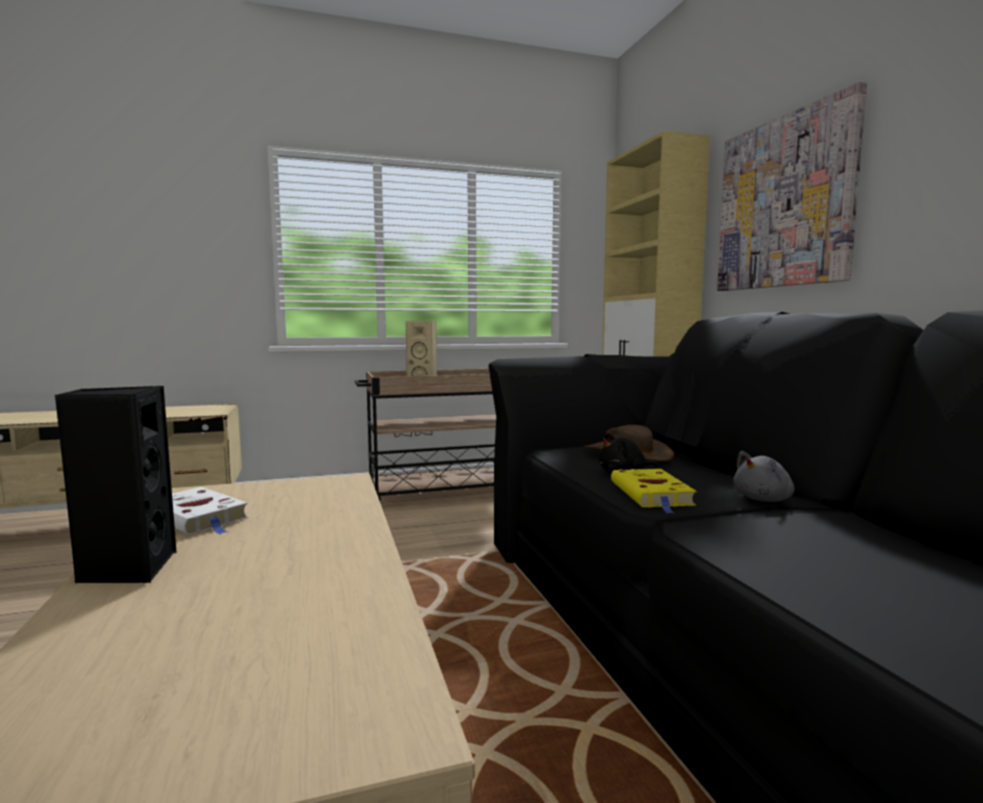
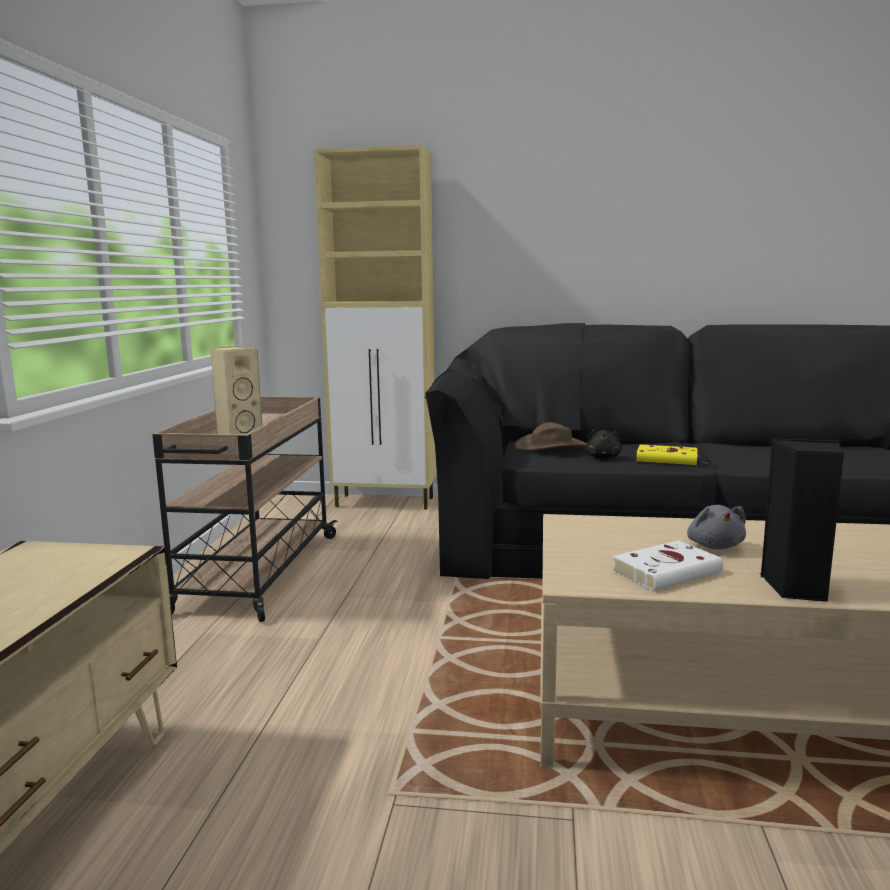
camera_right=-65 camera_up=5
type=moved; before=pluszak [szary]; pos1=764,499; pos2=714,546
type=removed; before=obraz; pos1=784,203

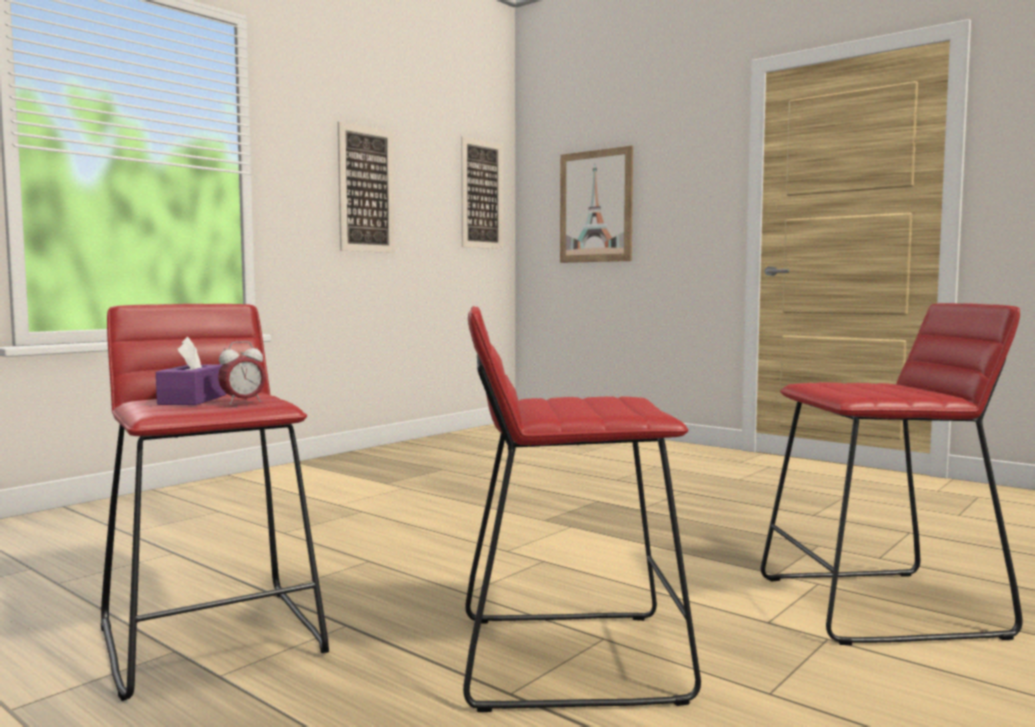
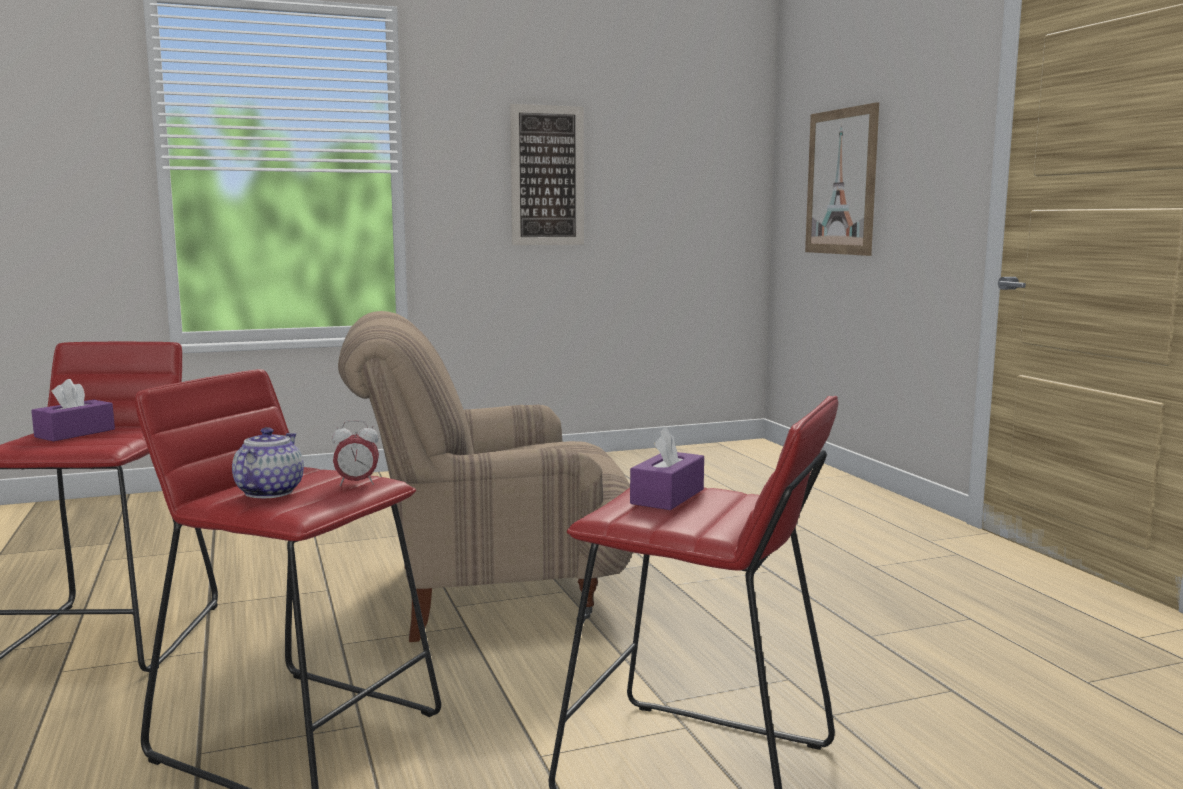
camera_right=30 camera_up=5
type=added; after=imbryk; pos2=269,492
type=moved; before=budzik; pos1=242,402; pos2=357,483
type=added; after=fotel [beżowy]; pos2=490,594
type=added; after=pudełko chusteczek [fioletowy]; pos2=667,496
type=removed; before=obraz; pos1=481,194

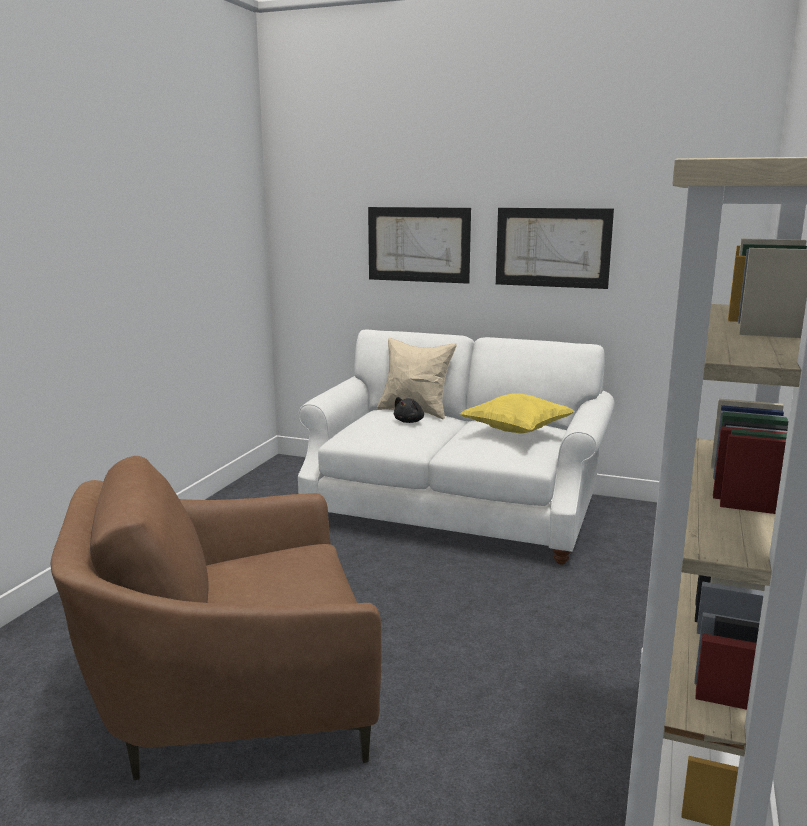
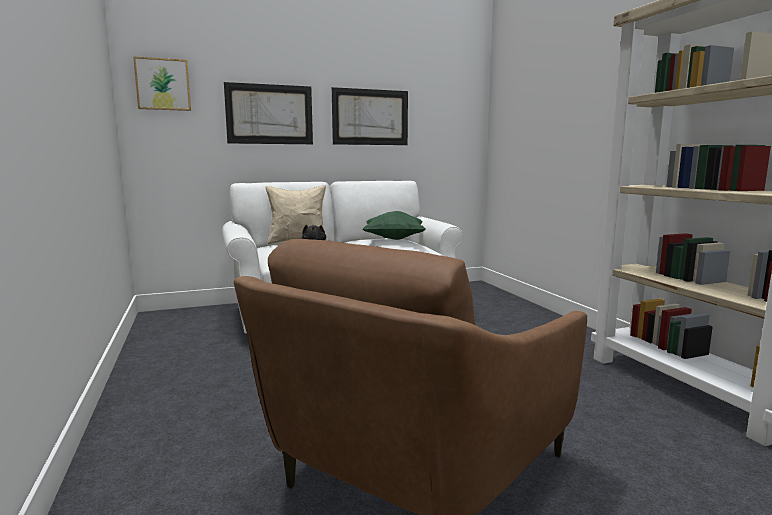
camera_right=-40 camera_up=-5
type=added; after=obraz; pos2=163,84
type=recoloured; before=poduszka [żółty]; after=poduszka [zielony]; pos1=516,431; pos2=394,239

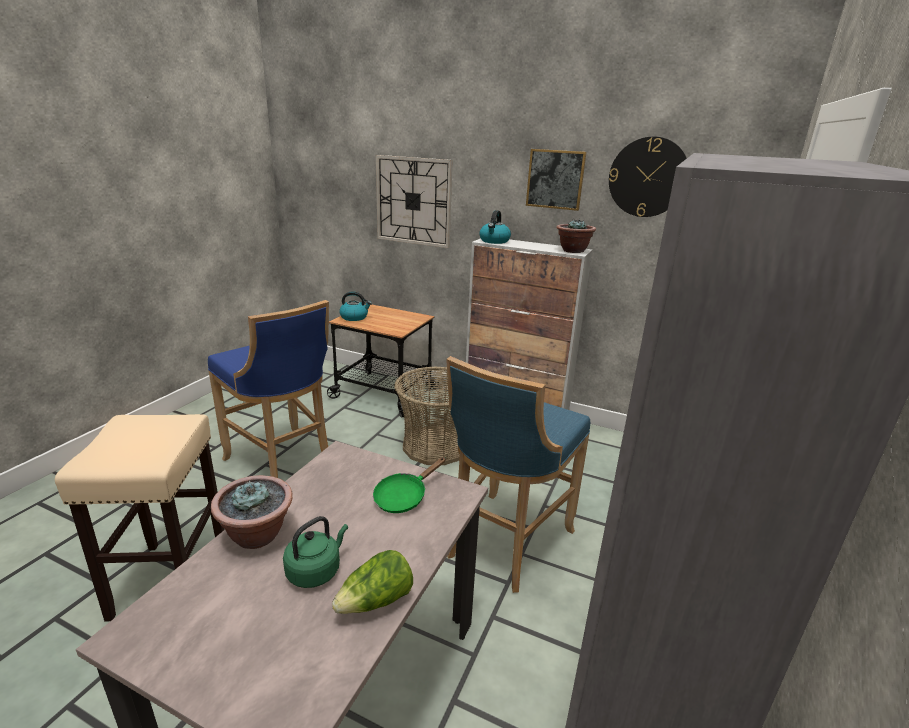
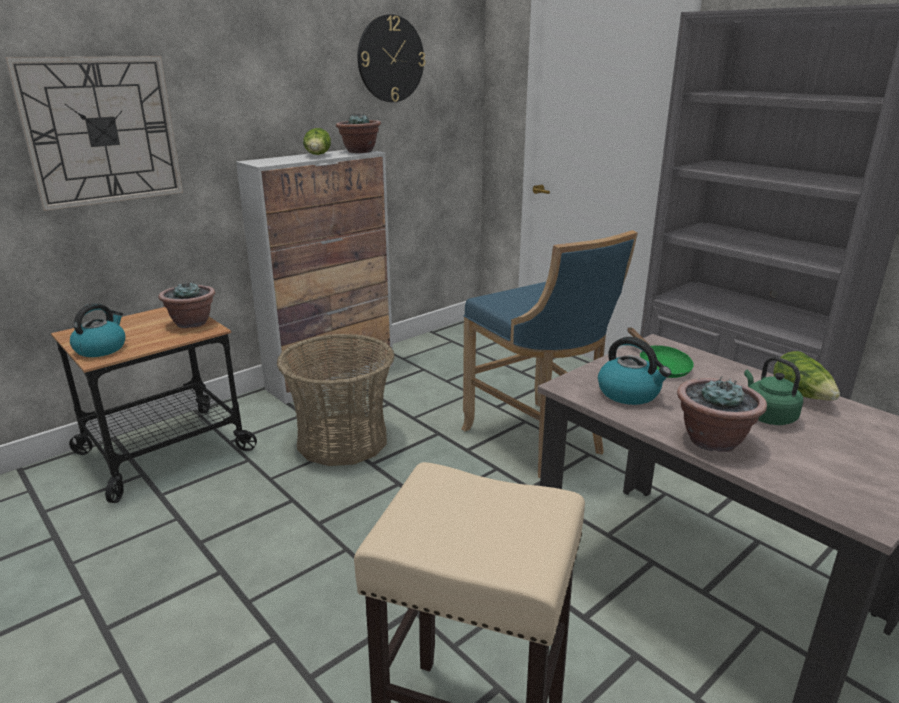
camera_right=-65 camera_up=0
type=added; after=roślina doniczkowa; pos2=192,323
type=added; after=sałata; pos2=318,155
type=moved; before=czajnik; pos1=494,241; pos2=629,393
type=removed; before=stołek [niebieski]; pos1=284,464
type=removed; before=obraz; pos1=555,179

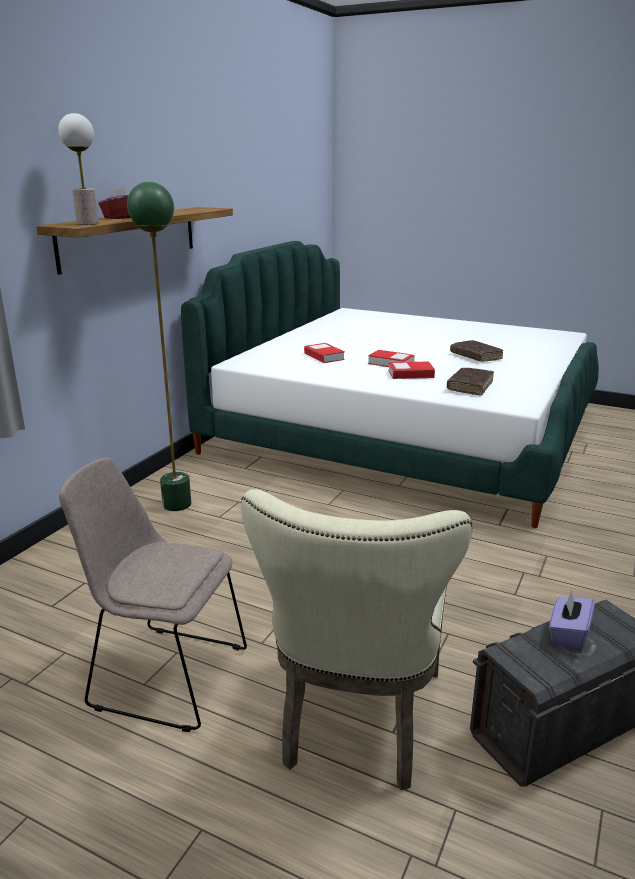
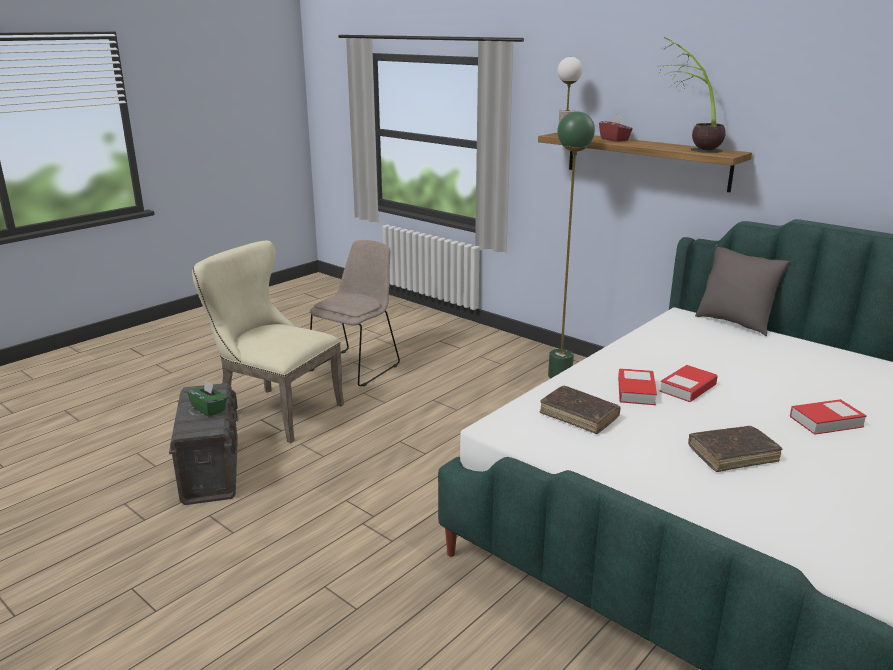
camera_right=105 camera_up=0
type=recoloured; before=pudełko chusteczek [fioletowy]; after=pudełko chusteczek [zielony]; pos1=568,634; pos2=209,409
type=added; after=roślina doniczkowa; pos2=689,148
type=added; after=poduszka [szary]; pos2=734,323
type=moved; before=książka; pos1=324,356; pos2=826,421

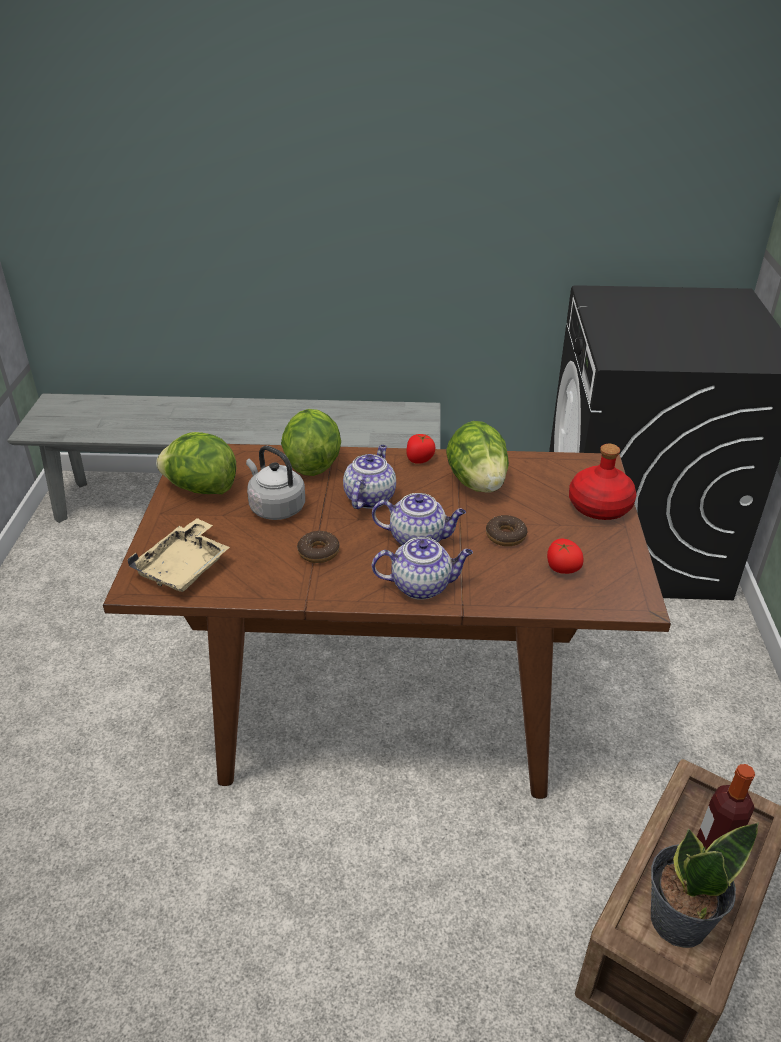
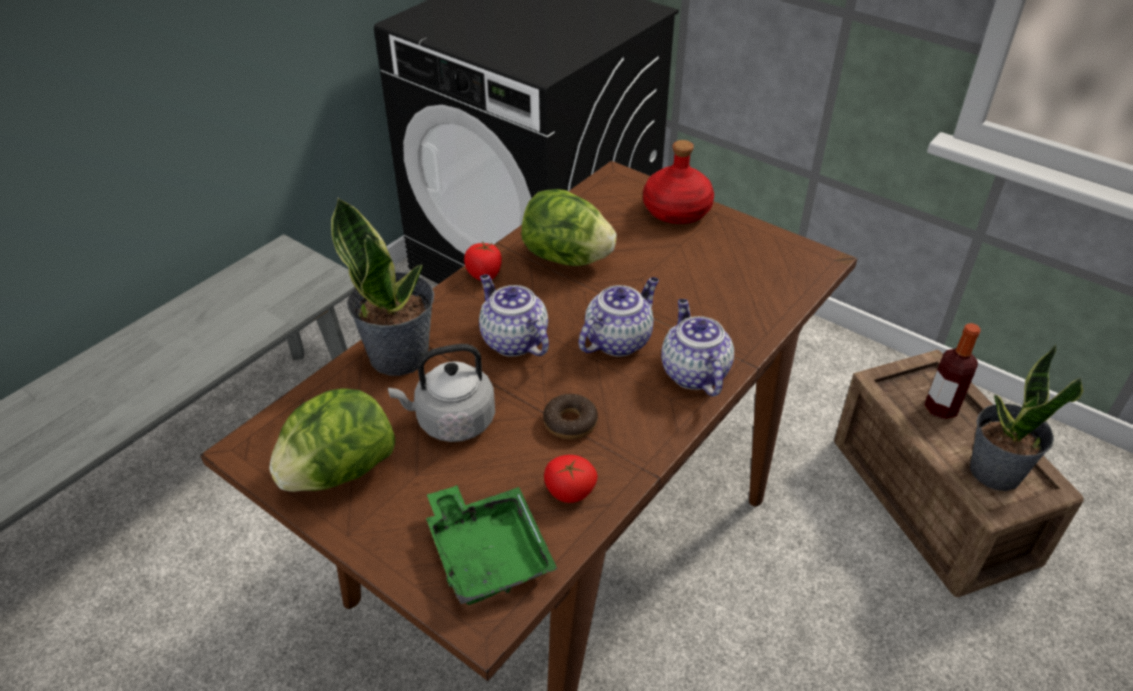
camera_right=-55 camera_up=5
type=replaced; before=sałata; after=roślina doniczkowa; pos1=312,464; pos2=400,354
type=recoloured; before=taca [beżowy]; after=taca [zielony]; pos1=184,567; pos2=488,553
type=moved; before=pomidor; pos1=562,568; pos2=569,492
type=turned; before=imbryk; pos1=422,586; pos2=693,372; turn=-45
type=removed; before=donut; pos1=505,536

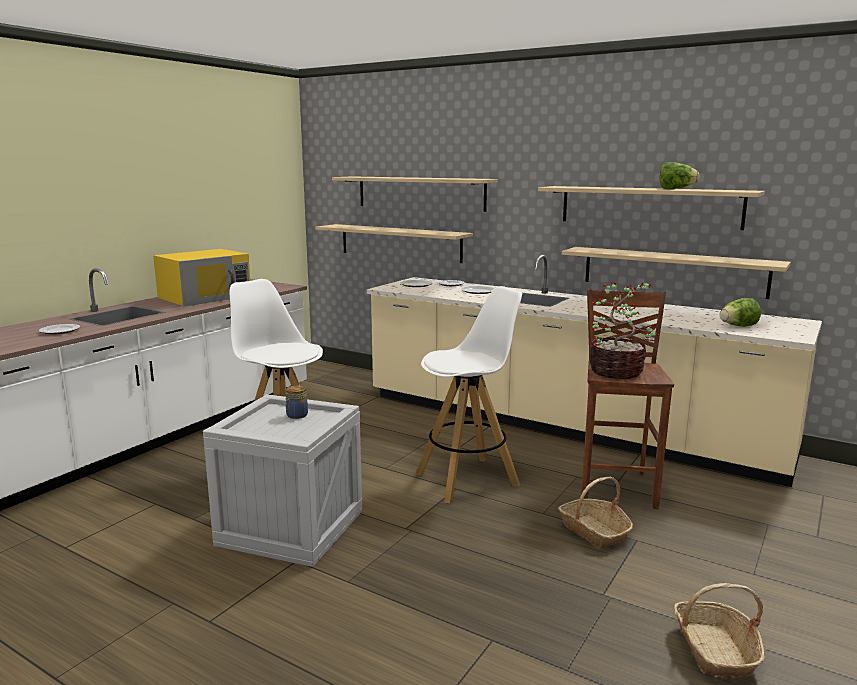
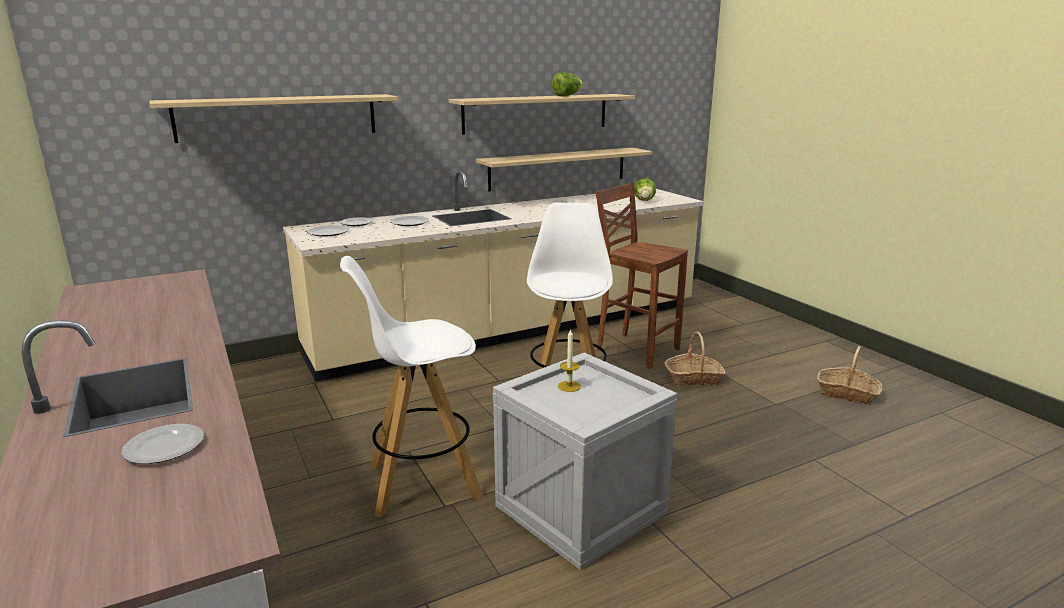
camera_right=-60 camera_up=5
type=replaced; before=słoik; after=świeca; pos1=296,416; pos2=569,386
type=removed; before=mikrofalówka [żółty]; pos1=205,296
type=removed; before=półka; pos1=400,243
type=removed; before=roślina doniczkowa; pos1=618,372

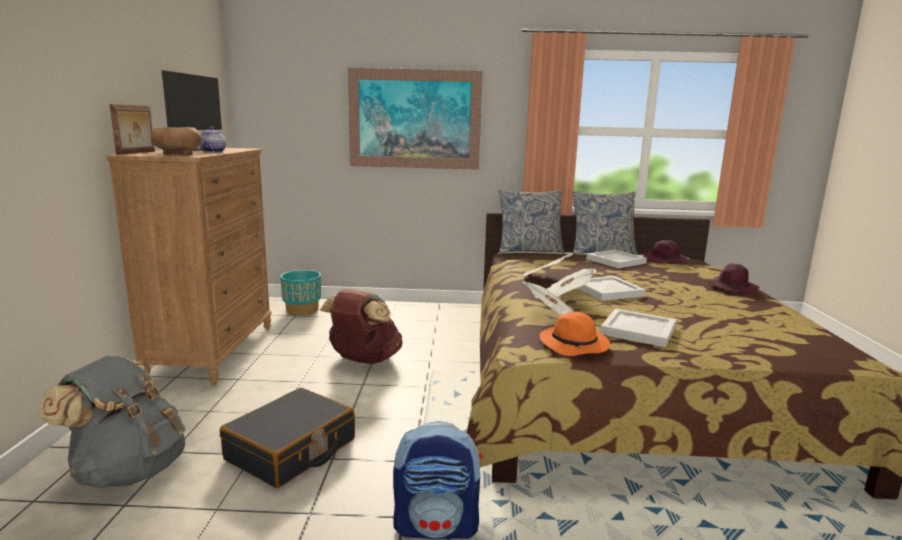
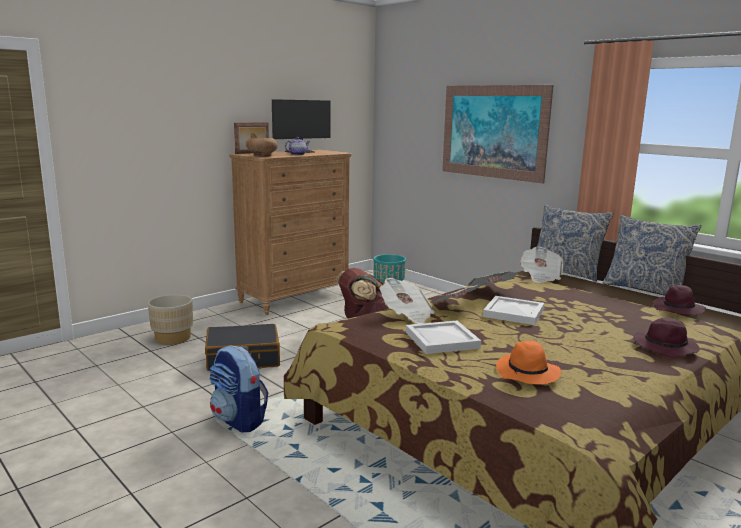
camera_right=45 camera_up=0
type=replaced; before=plecak [szary]; after=donica [beżowy]; pos1=128,470; pos2=173,338
type=moved; before=kapelusz [pomarańczowy]; pos1=575,345; pos2=528,373
type=added; after=gazeta; pos2=540,277
type=removed; before=taca [biały]; pos1=617,261

